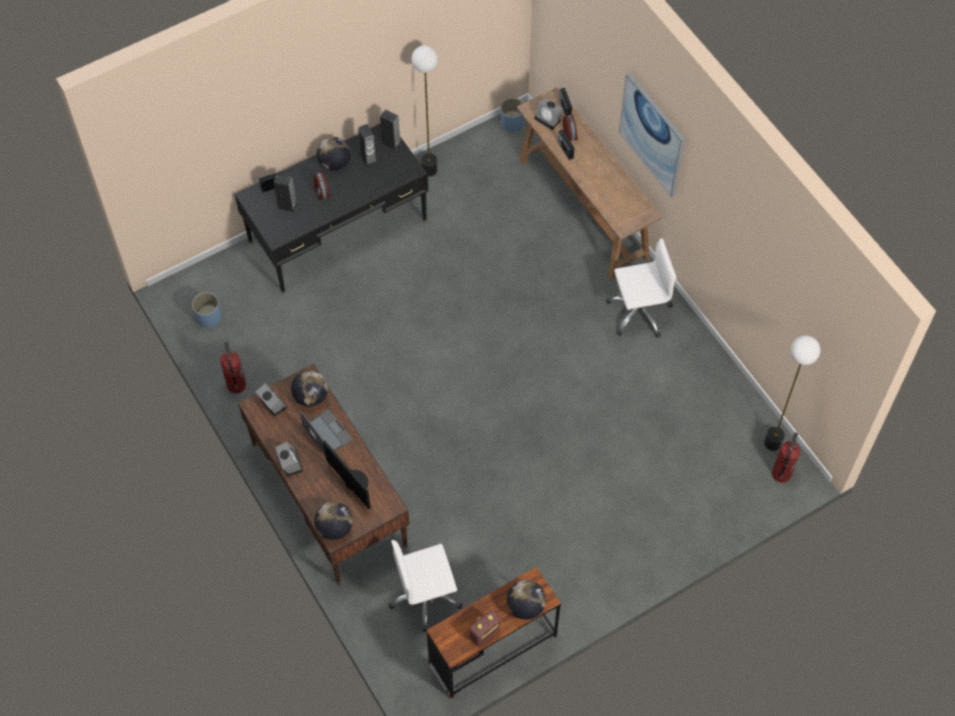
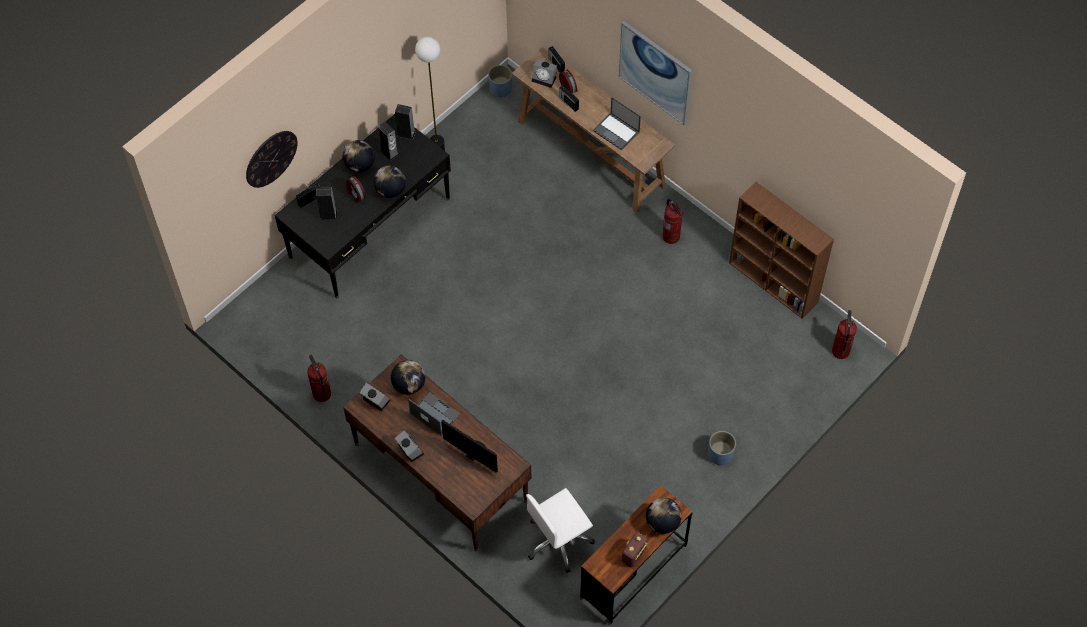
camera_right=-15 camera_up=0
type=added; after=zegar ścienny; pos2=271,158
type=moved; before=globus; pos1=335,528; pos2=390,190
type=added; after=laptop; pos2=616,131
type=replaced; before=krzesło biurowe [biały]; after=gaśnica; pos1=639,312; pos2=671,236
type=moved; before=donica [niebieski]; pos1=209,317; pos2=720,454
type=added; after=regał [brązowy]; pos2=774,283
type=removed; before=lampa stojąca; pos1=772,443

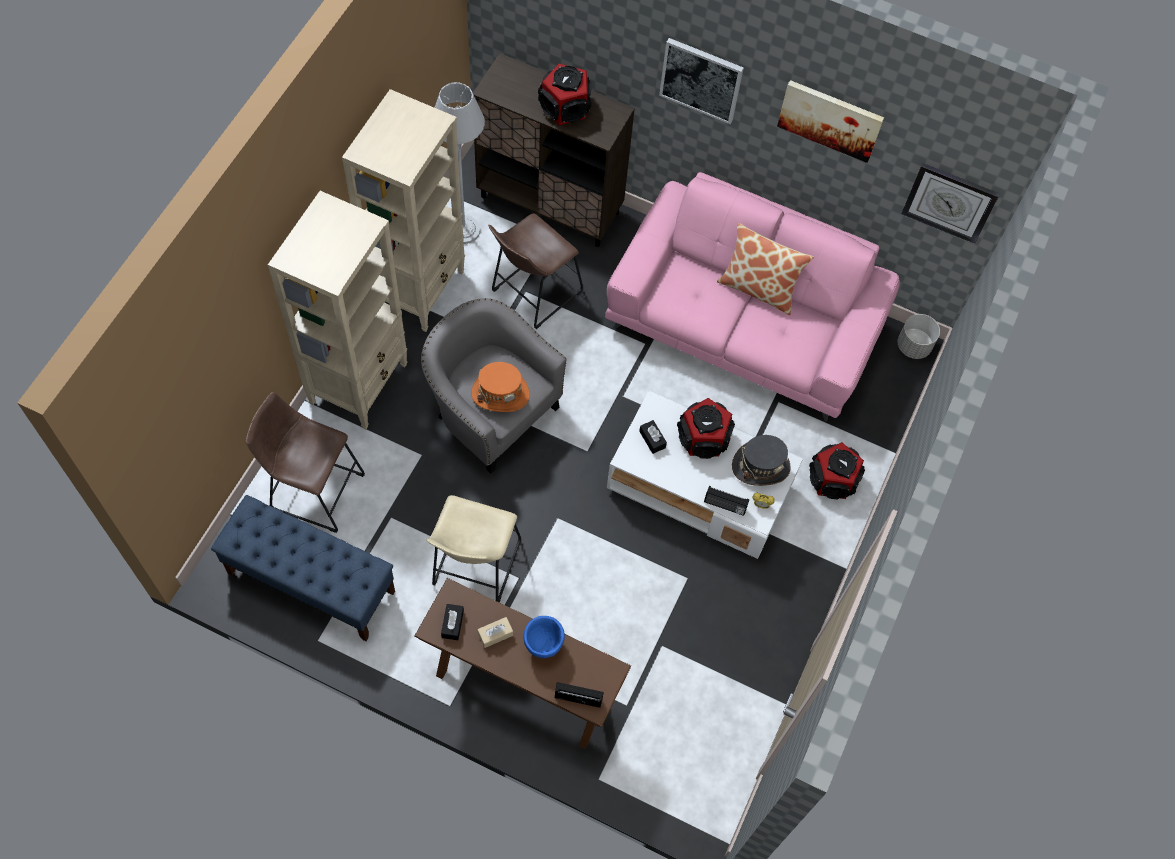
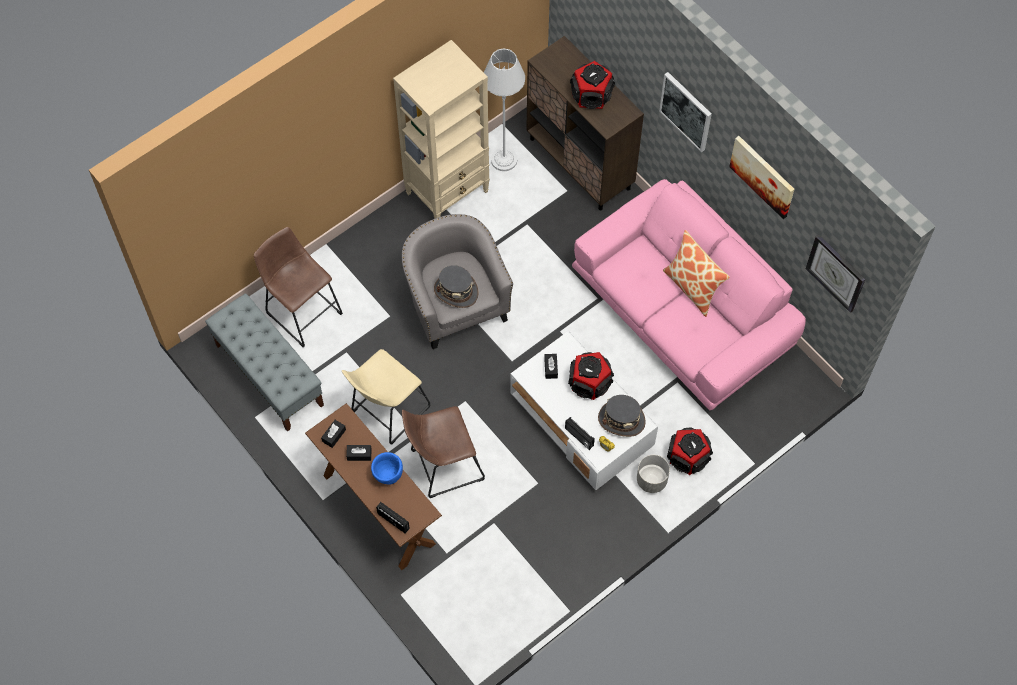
camera_right=30 camera_up=0
type=recoloured; before=ławka [niebieski]; after=ławka [szary]; pos1=310,582; pos2=269,375
type=recoloured; before=pudełko chusteczek [beżowy]; after=pudełko chusteczek [czarny]; pos1=495,634; pos2=359,454
type=moved; before=stołek [brązowy]; pos1=533,293; pos2=443,466
type=recoloured; before=kapelusz [pomarańczowy]; after=kapelusz [szary]; pos1=500,394; pos2=456,291
type=moved; before=donica [szary]; pos1=914,346; pos2=652,480
type=removed; before=regał [beżowy]; pos1=359,383

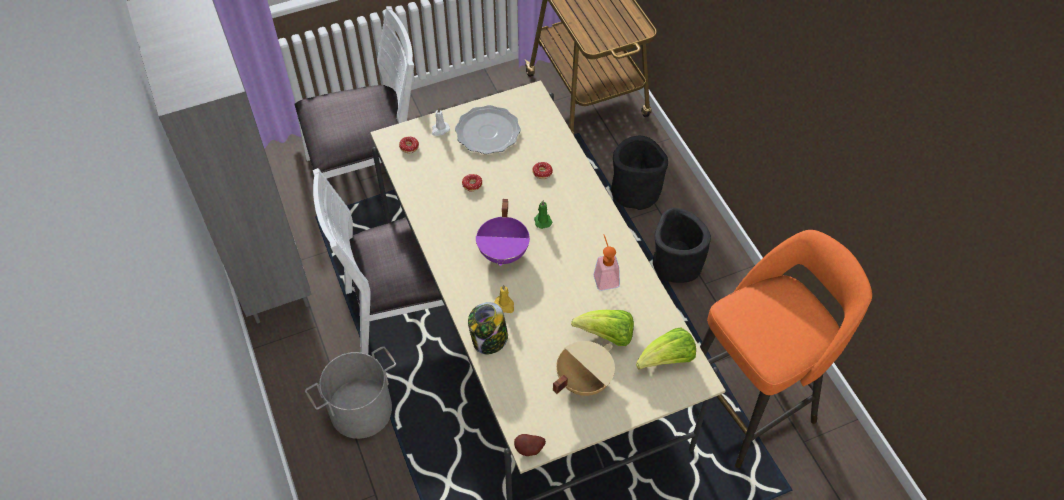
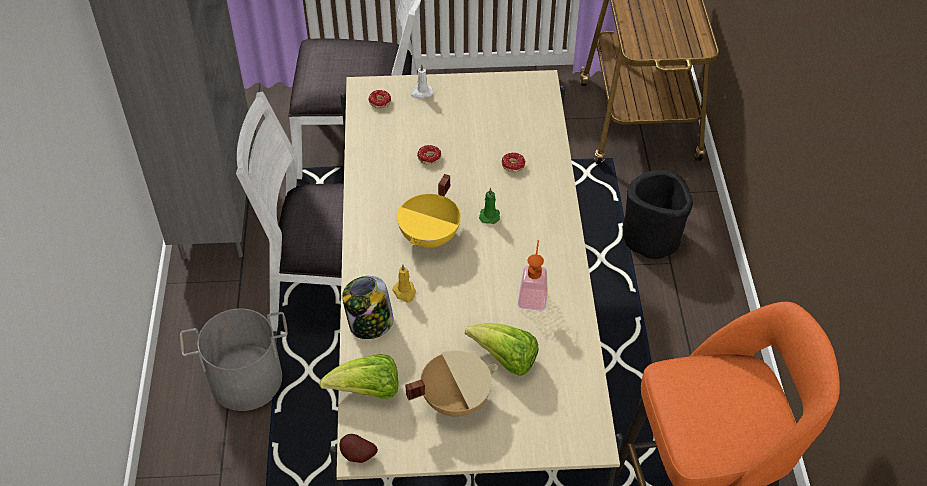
camera_right=20 camera_up=-5
type=moved; before=sałata; pos1=666,360; pos2=367,391
type=recoloured; before=garnek [fioletowy]; after=garnek [żółty]; pos1=504,253; pos2=431,237
type=removed; before=talerz; pos1=487,132
type=removed; before=donica [czarny]; pos1=675,264

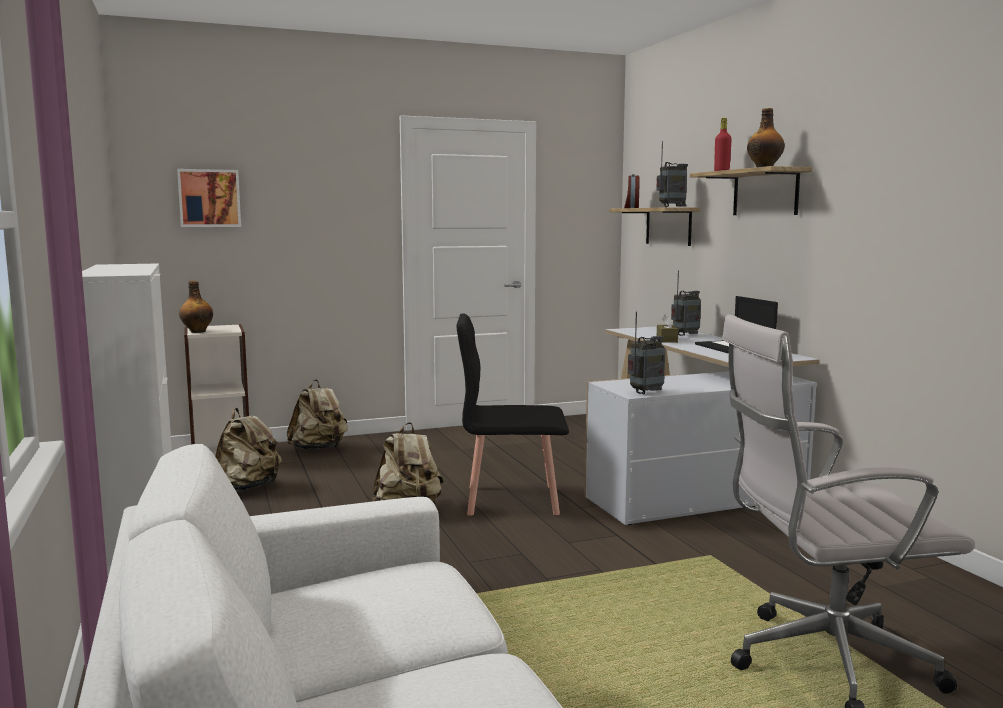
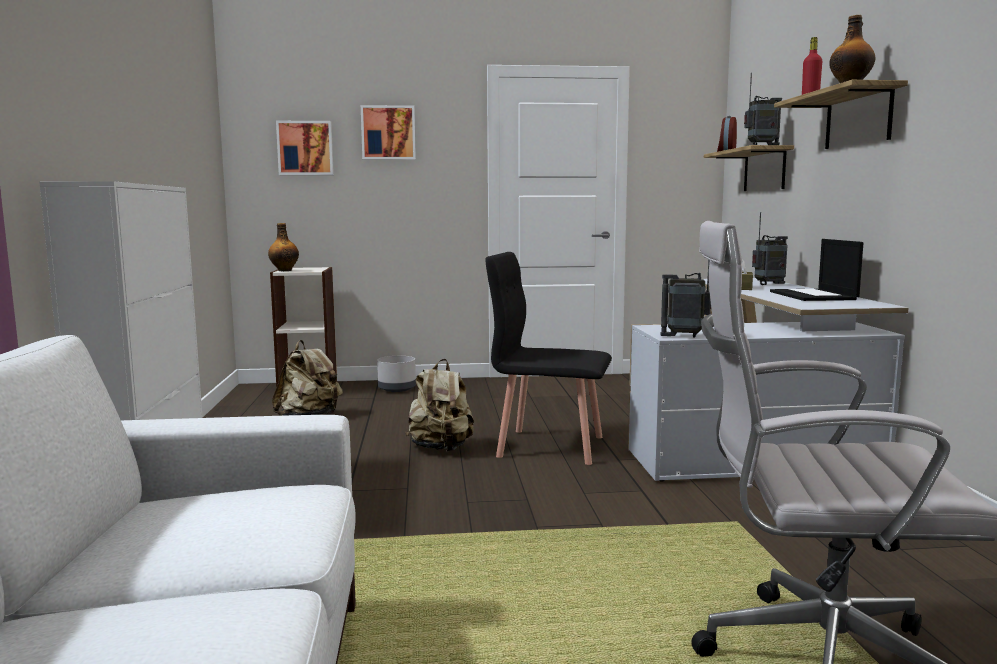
camera_right=15 camera_up=0
type=added; after=obraz; pos2=388,133
type=replaced; before=plecak [beżowy]; after=donica [szary]; pos1=319,449; pos2=397,389
type=turned; before=radio; pos1=646,393; pos2=685,336; turn=-150

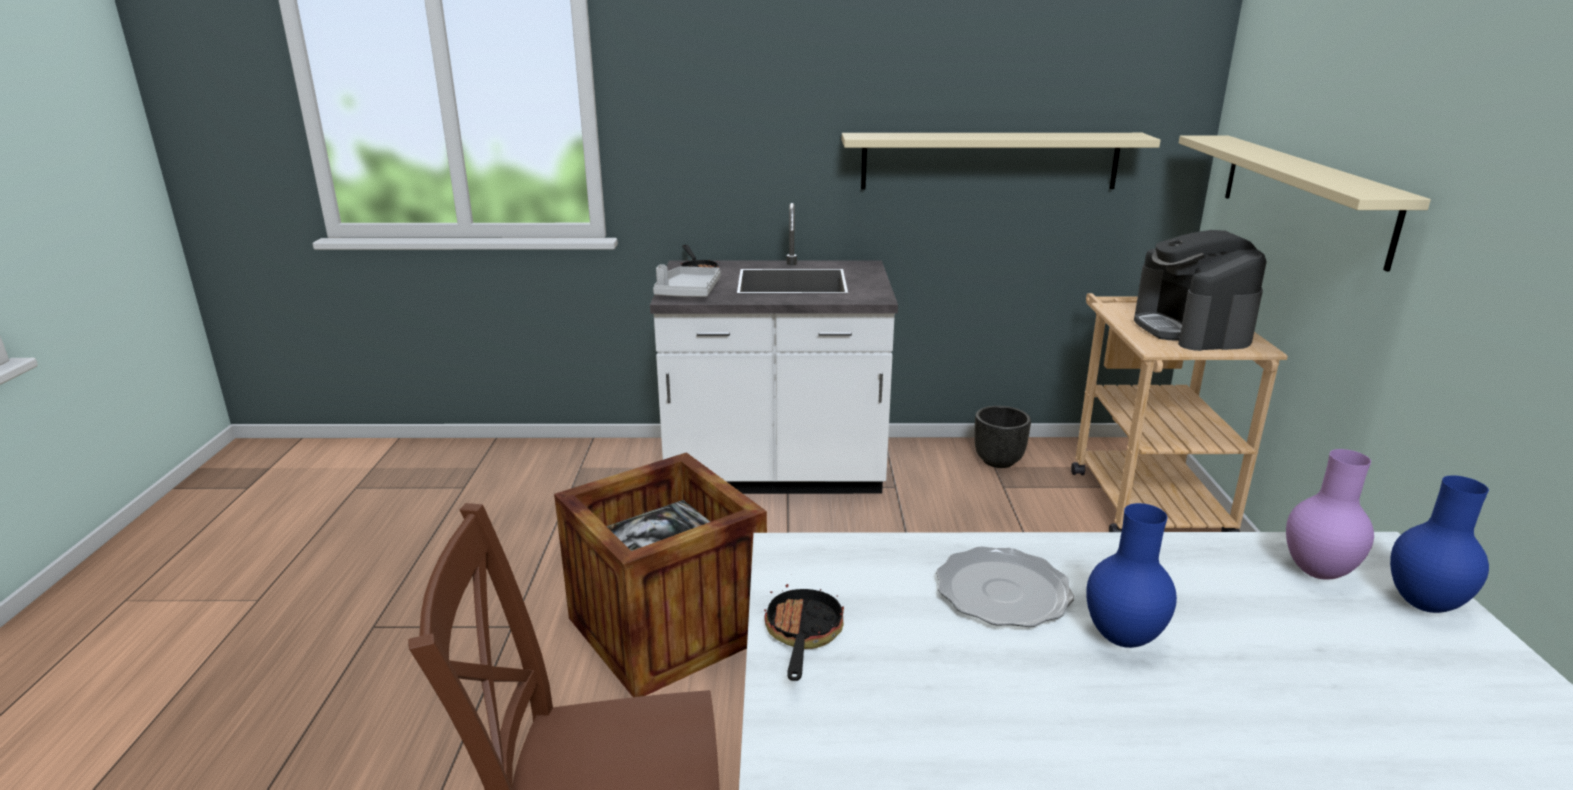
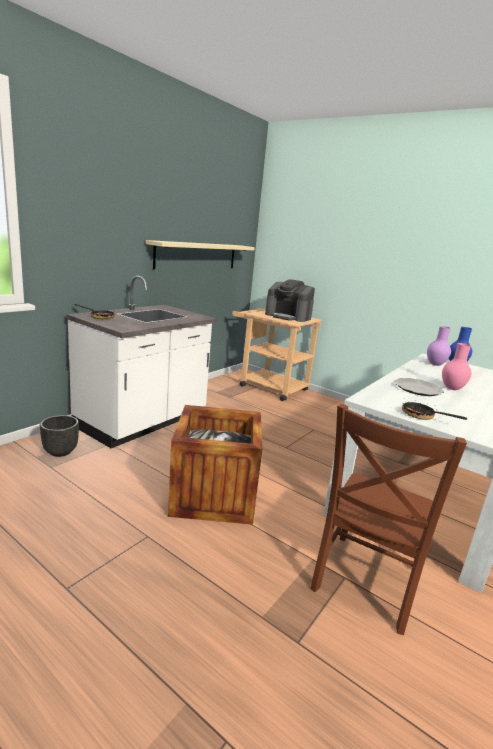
camera_right=-55 camera_up=-5
type=moved; before=donica [czarny]; pos1=999,461; pos2=61,451
type=recoloured; before=wazon [niebieski]; after=wazon [różowy]; pos1=1124,638; pos2=452,388
type=removed; before=taca [szary]; pos1=688,292
type=removed; before=półka [beżowy]; pos1=1303,195

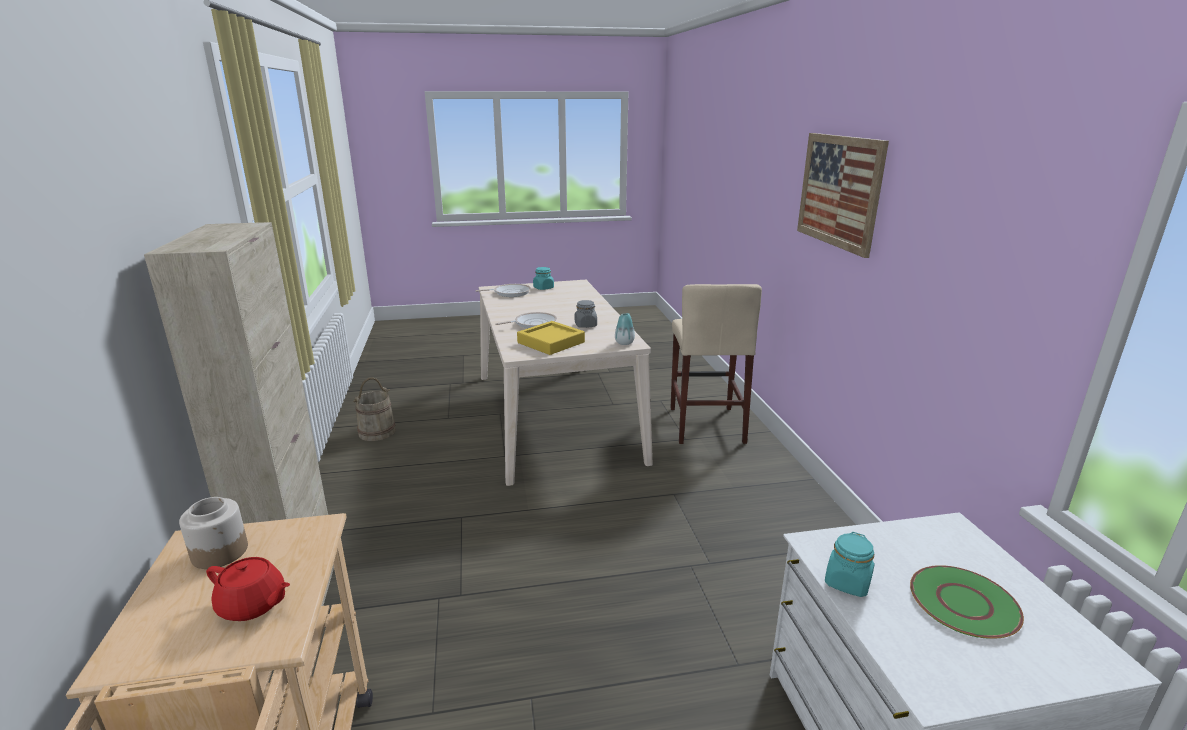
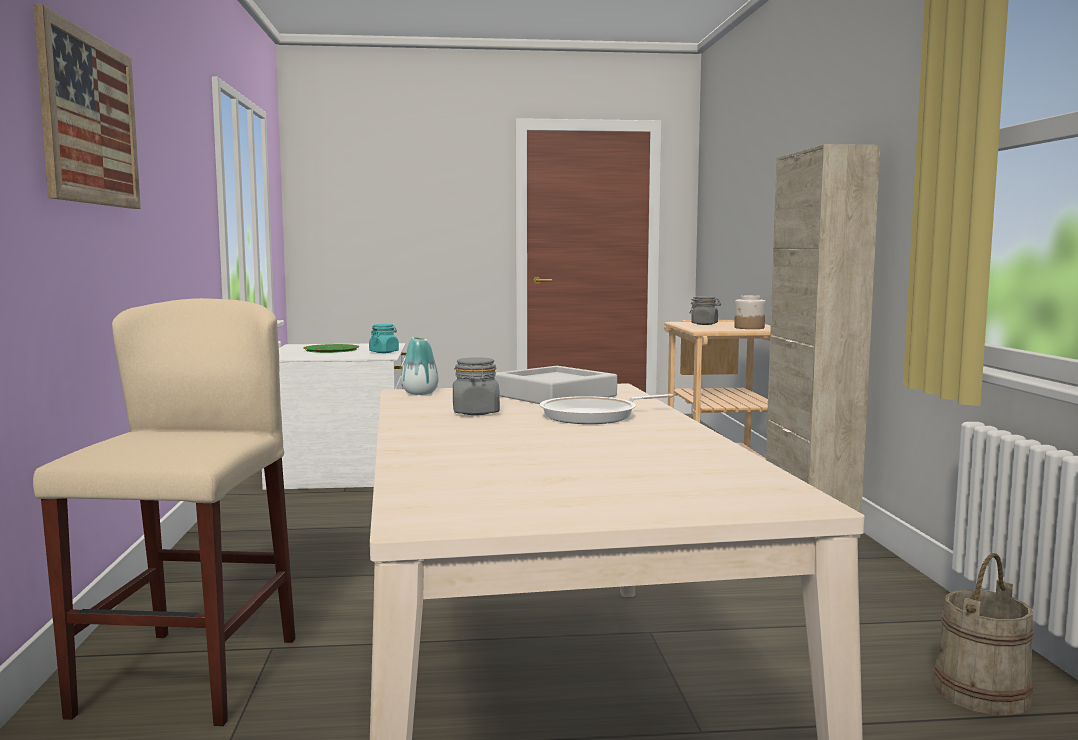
camera_right=-175 camera_up=-15
type=recoloured; before=taca [żółty]; after=taca [szary]; pos1=551,342; pos2=554,395
type=replaced; before=imbryk [czerwony]; after=słoik [szary]; pos1=253,605; pos2=704,324
type=removed; before=patelnia; pos1=510,293
type=removed; before=słoik [turkusowy]; pos1=543,288

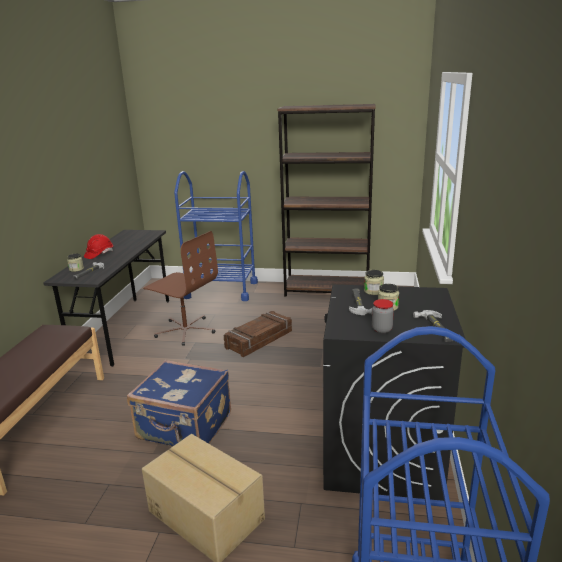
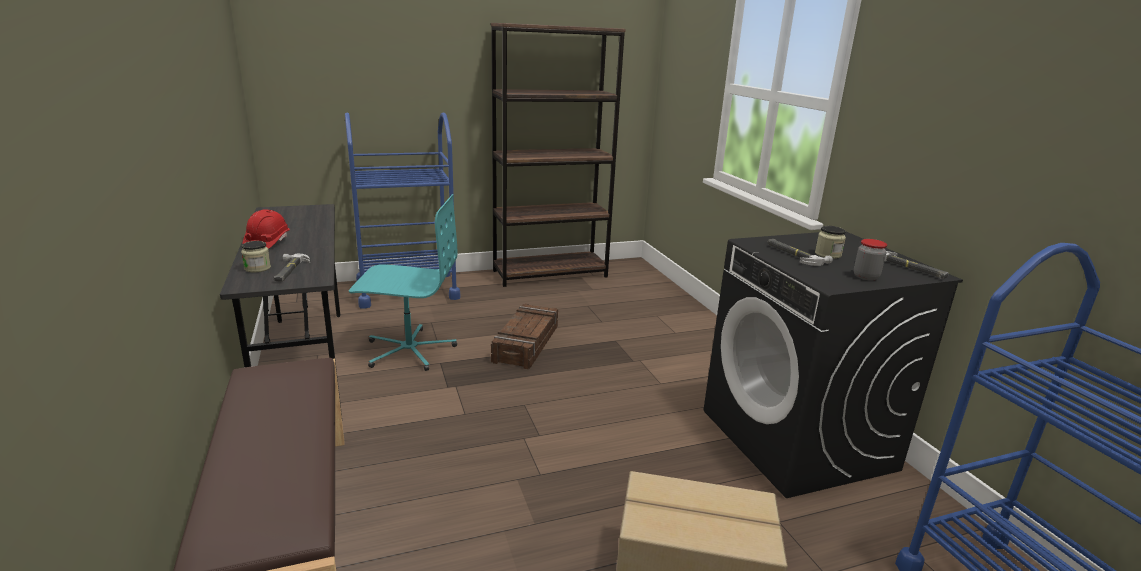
camera_right=-30 camera_up=0
type=recoloured; before=krzesło biurowe [brązowy]; after=krzesło biurowe [turkusowy]; pos1=185,330; pos2=409,350
type=removed; before=walizka [niebieski]; pos1=184,428
type=removed; before=słoik; pos1=373,291

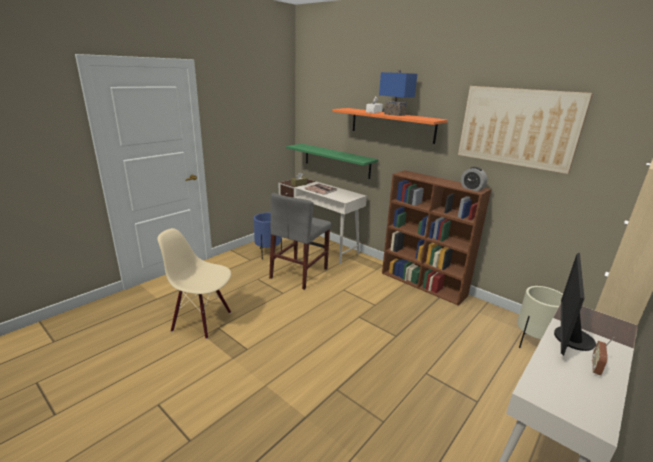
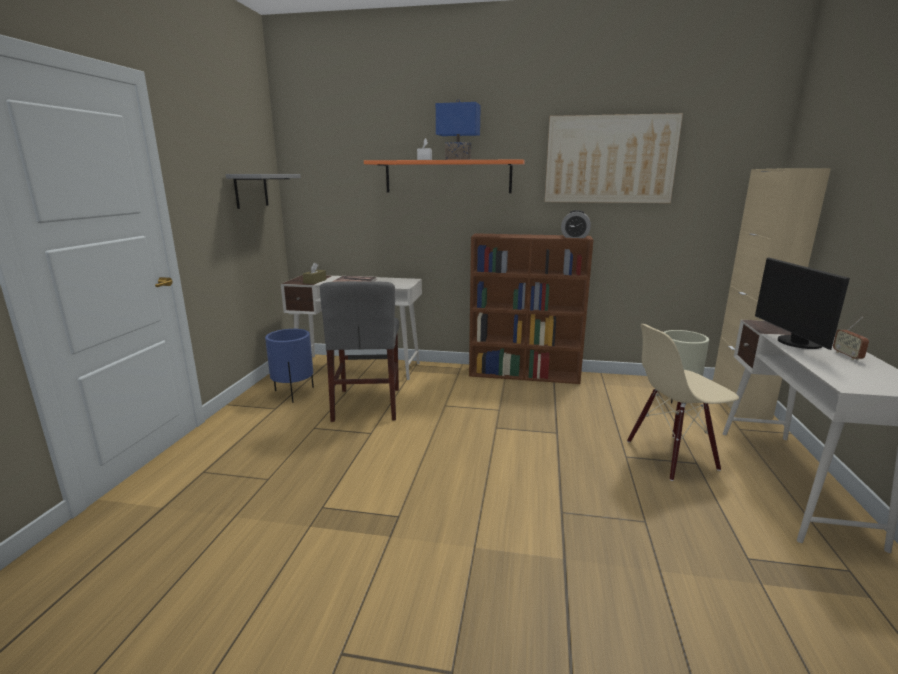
camera_right=-30 camera_up=-5
type=added; after=półka [szary]; pos2=251,190
type=moved; before=krzesło [beżowy]; pos1=202,321; pos2=671,456
type=removed; before=półka [zielony]; pos1=336,160

